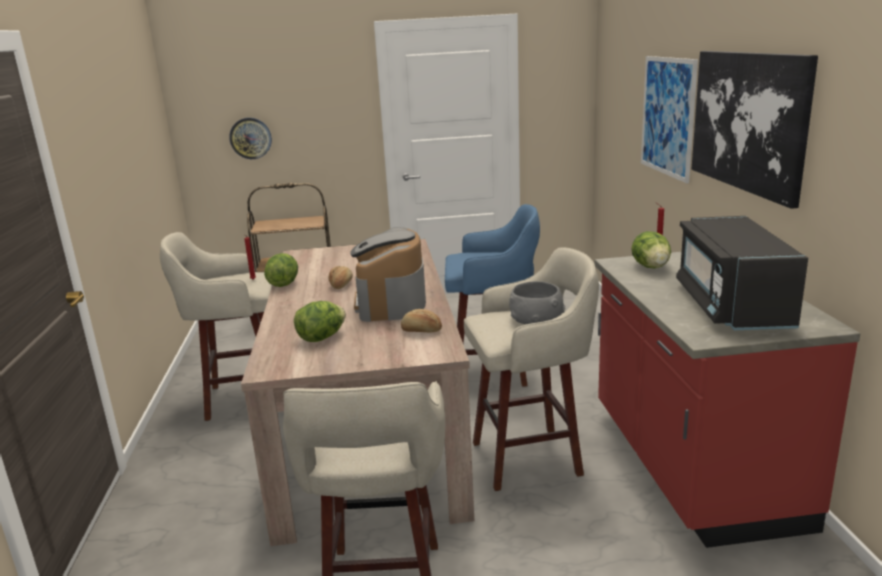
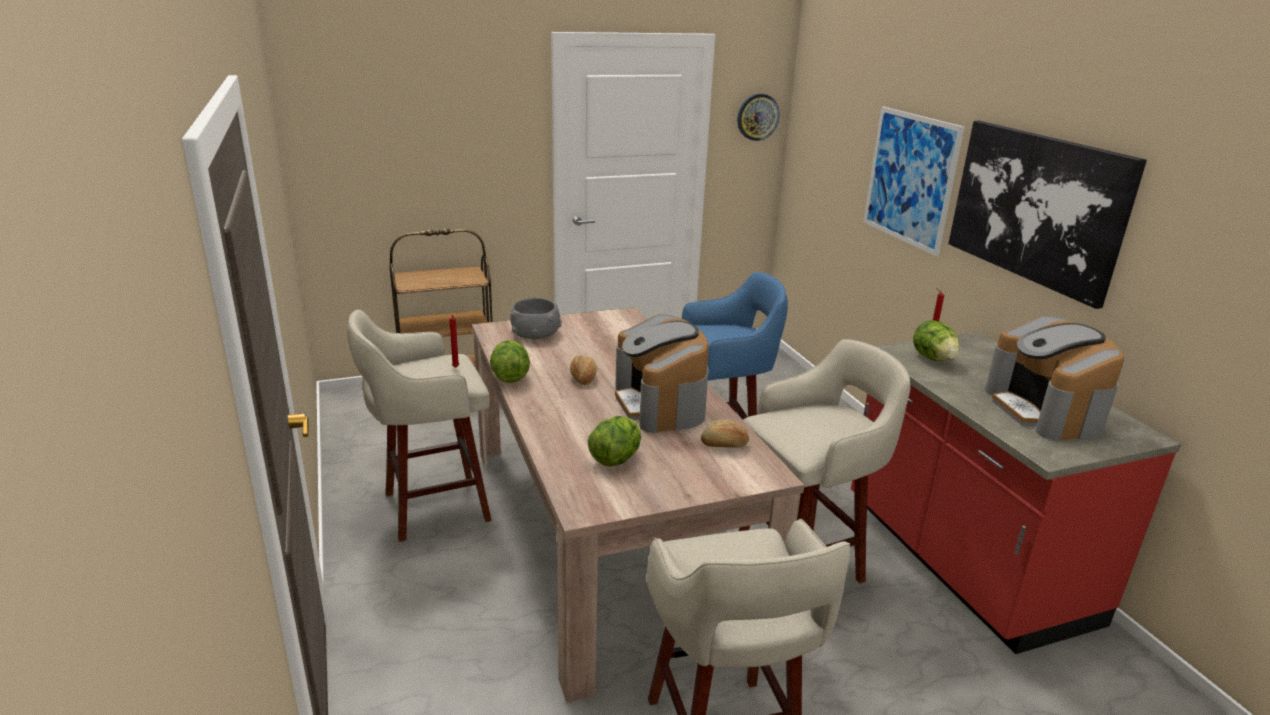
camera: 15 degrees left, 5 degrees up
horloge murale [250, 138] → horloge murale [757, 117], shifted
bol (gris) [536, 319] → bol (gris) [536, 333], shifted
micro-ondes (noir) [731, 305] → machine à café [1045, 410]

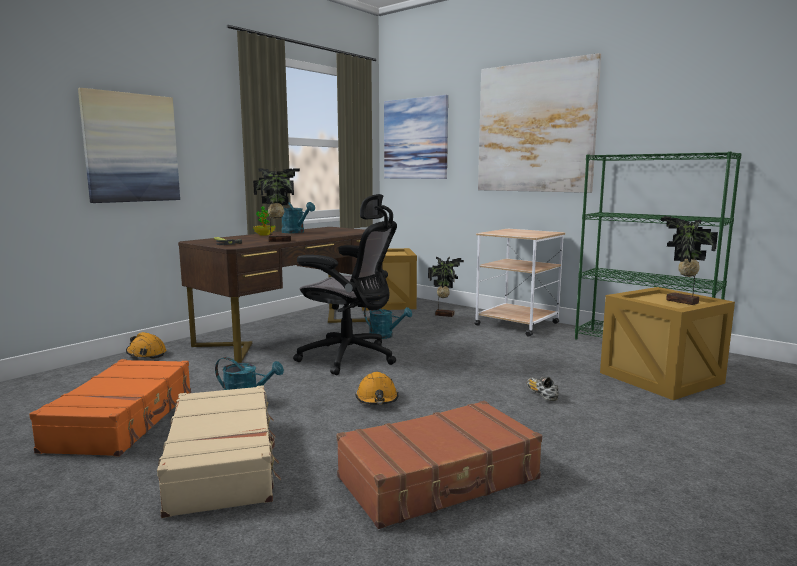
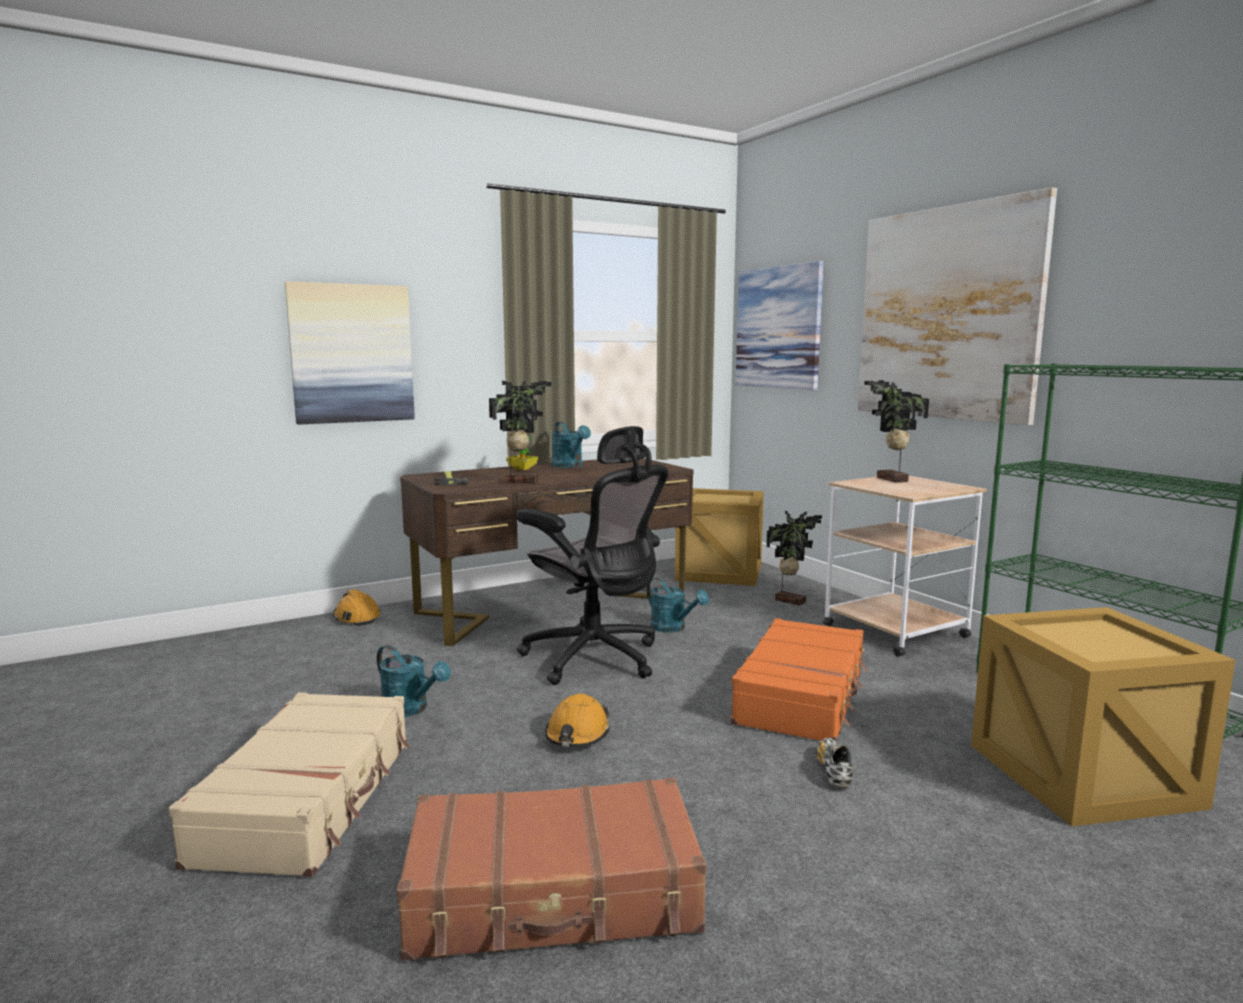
camera: 20 degrees right, 0 degrees up
valise (orange) [124, 420] → valise (orange) [802, 696], shifted
plante en pot [682, 302] → plante en pot [890, 480], shifted

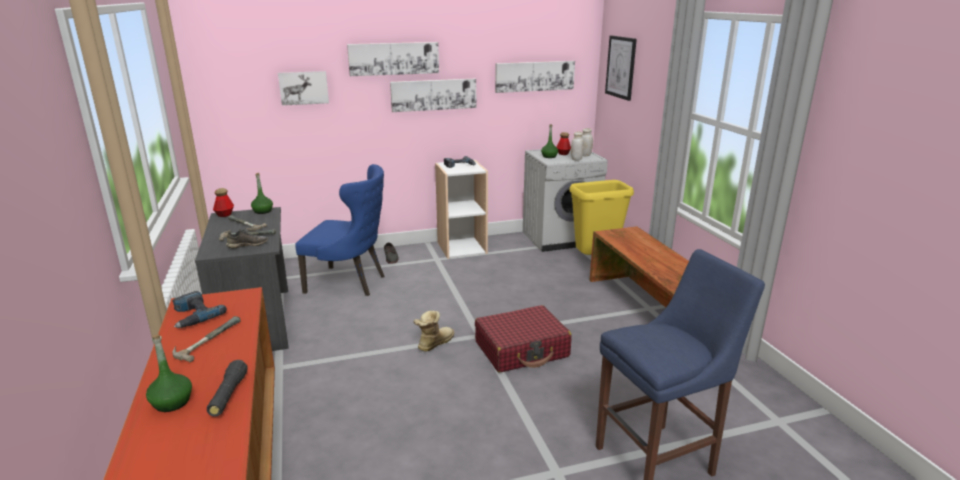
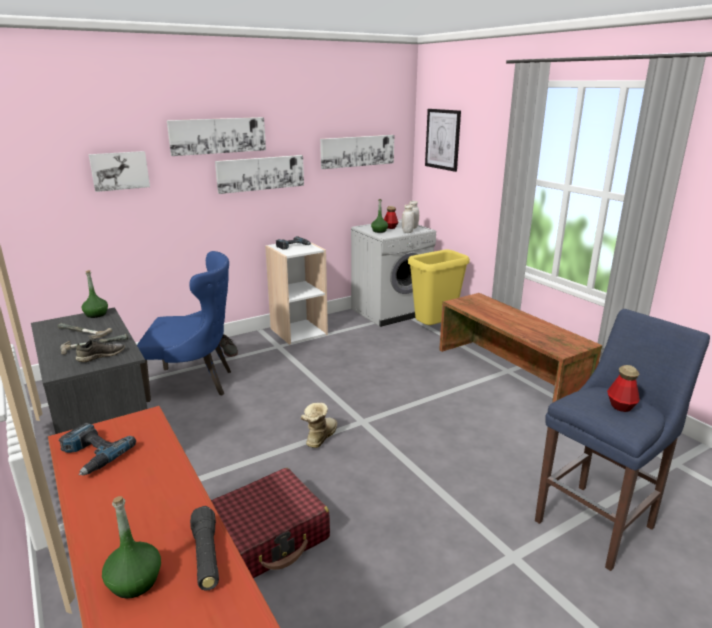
camera: 15 degrees left, 0 degrees up
marteau [206, 339] → -
bouteille [224, 214] → bouteille [620, 406], shifted
valise (rouge) [522, 349] → valise (rouge) [265, 538], shifted

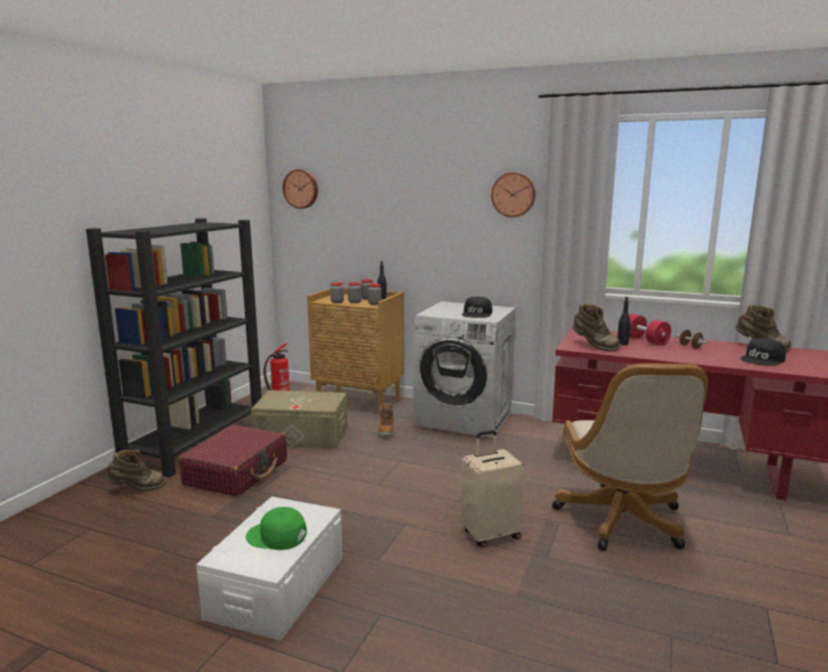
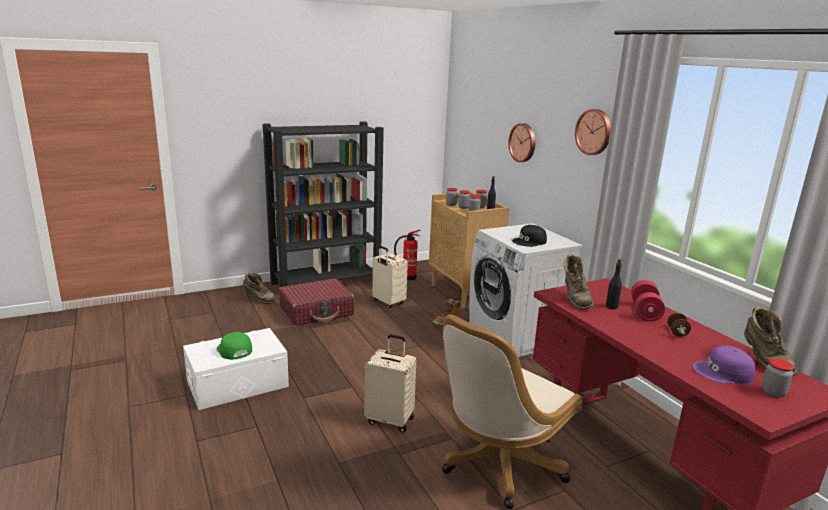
camera: 40 degrees right, 5 degrees up
boîte de rangement (beige) [301, 435] → valise (beige) [387, 303]
horloge murale [301, 189] → horloge murale [523, 142], shifted
casquette (noir) [763, 359] → casquette (violet) [723, 372]
- → bocal [773, 392]

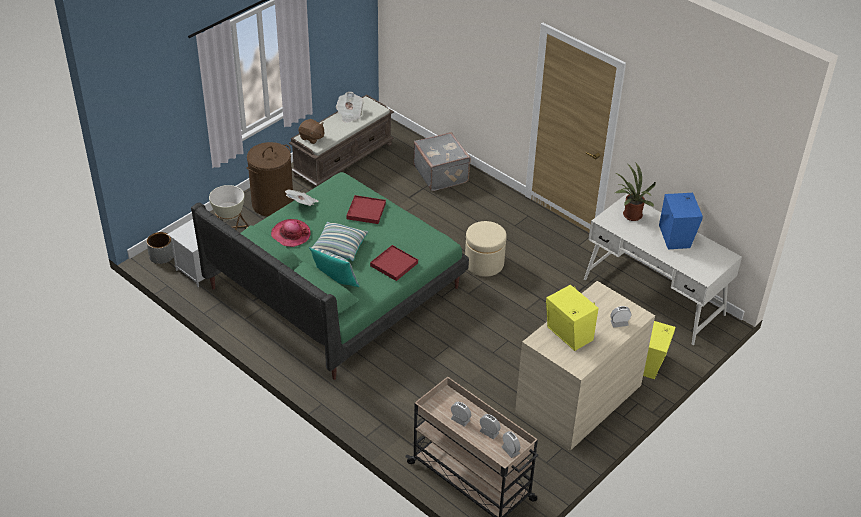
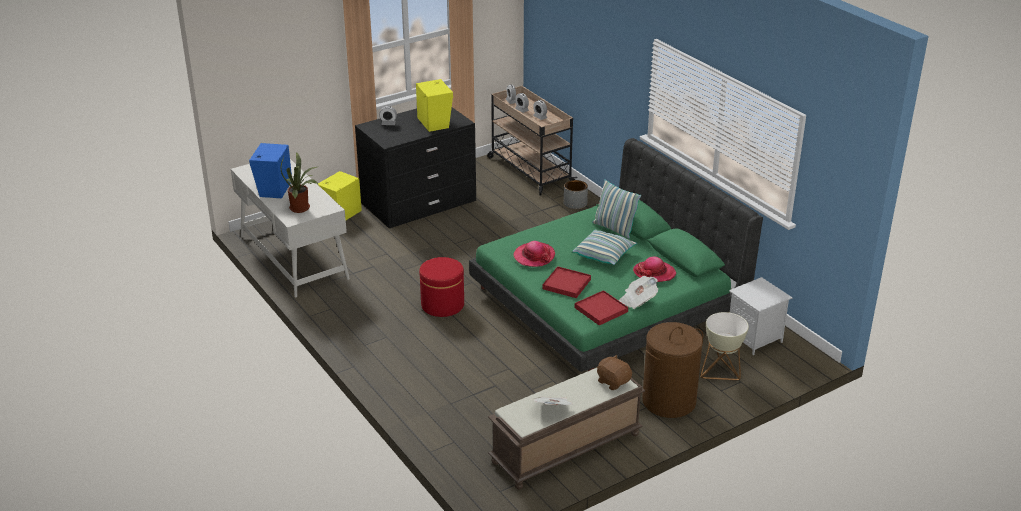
camera: 165 degrees left, 10 degrees down
cache-pot (gris) [161, 256] → cache-pot (gris) [575, 204], shifted
plateau (rouge) [394, 264] → plateau (rouge) [601, 310], shifted
valise (gris) [441, 174] → -
pouf (beige) [484, 263] → pouf (rouge) [442, 305]
commode (beige) [578, 398] → commode (noir) [418, 201]
- → chapeau [534, 256]

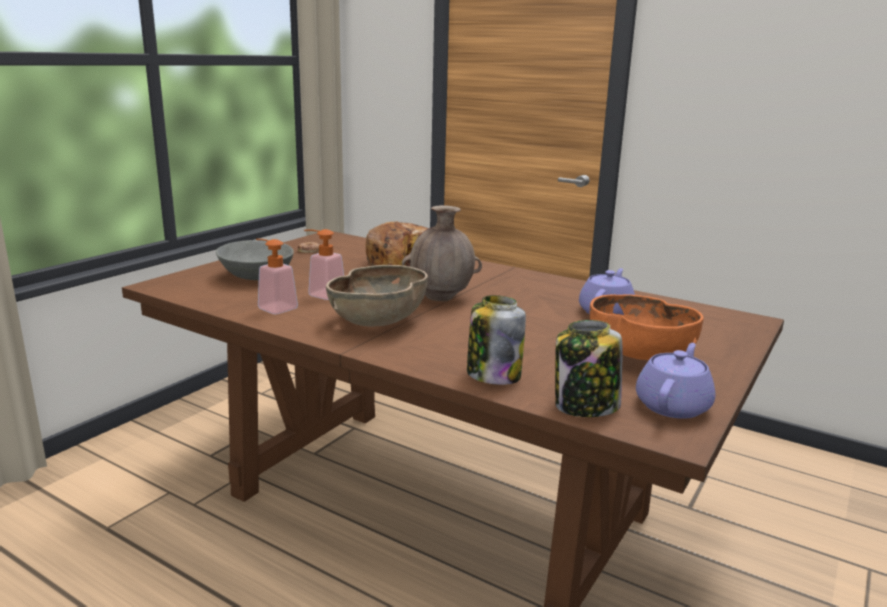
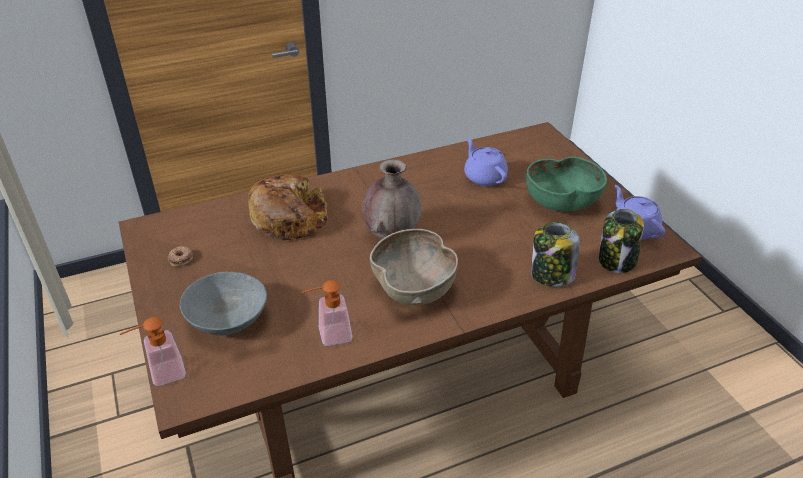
camera: 55 degrees left, 20 degrees up
distributeur de savon [322, 294] → distributeur de savon [161, 374], shifted
bol (orange) [638, 355] → bol (vert) [561, 203]

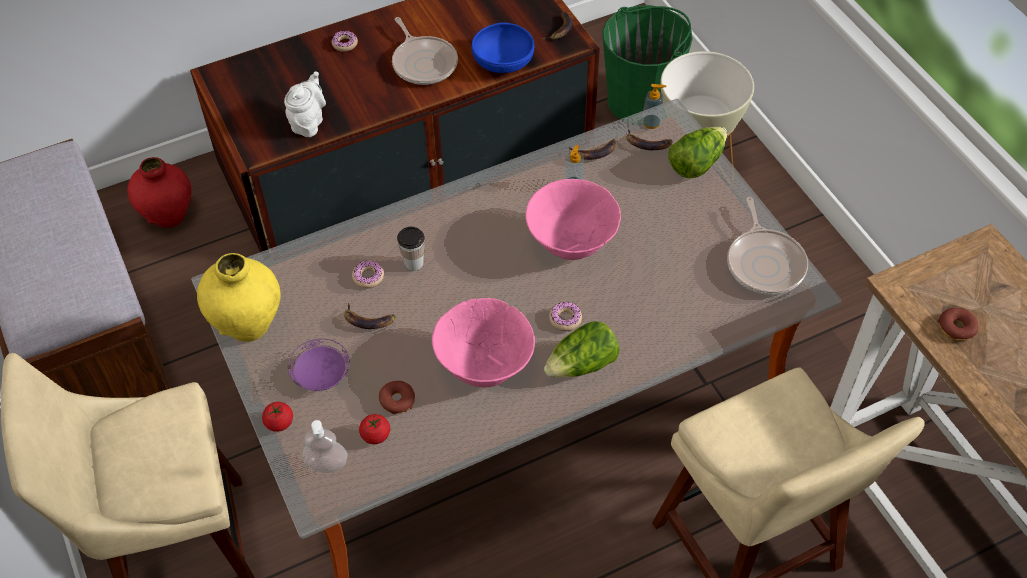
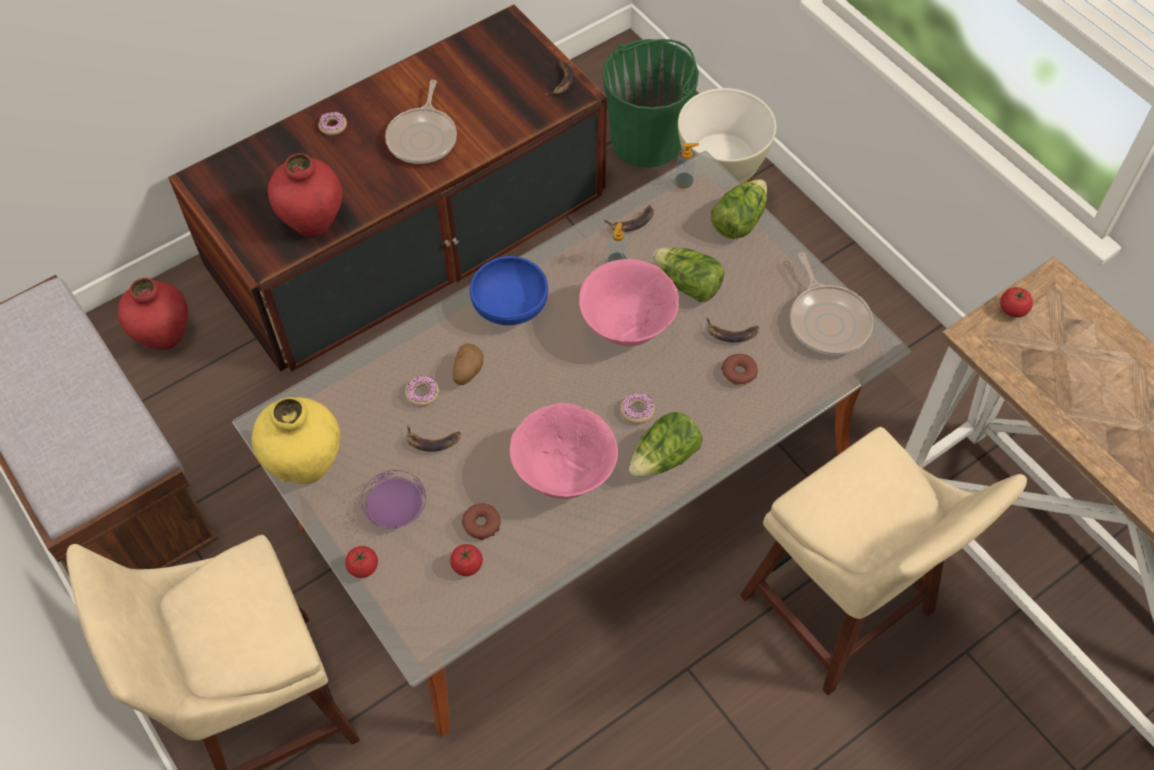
camera: 10 degrees left, 5 degrees up
théière (blanc) [309, 122] → vase (rouge) [313, 222]
distributeur de savon [327, 464] → -
poêle [424, 63] → poêle [423, 137], 45 degrees clockwise
tasse [414, 263] → pomme de terre [467, 371]
bol (bleu) [503, 62] → bol (bleu) [510, 305], shifted
banane [647, 143] → banane [731, 333], shifted
beignet [956, 328] → beignet [739, 373], shifted
- → laitue [688, 284]
- → tomate [1012, 309]

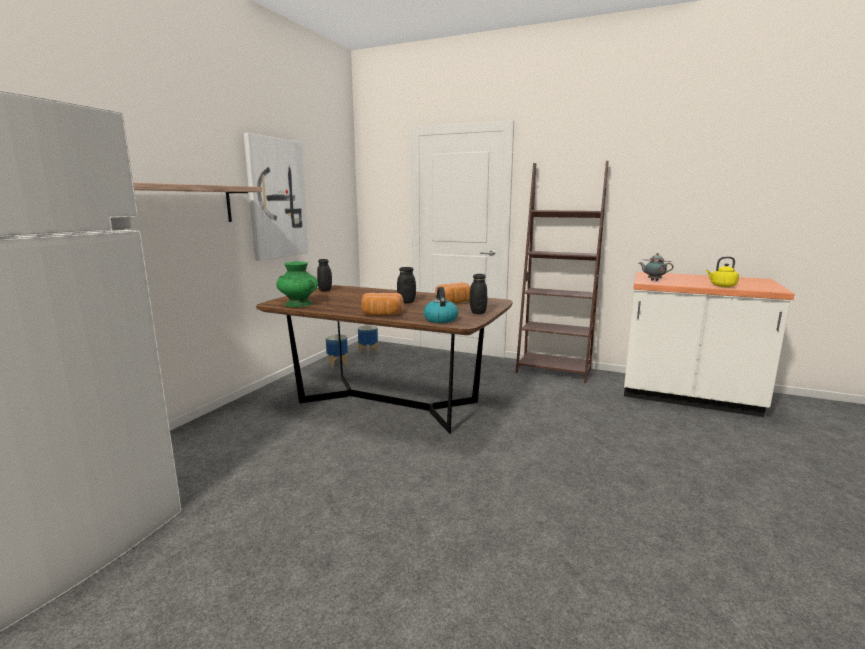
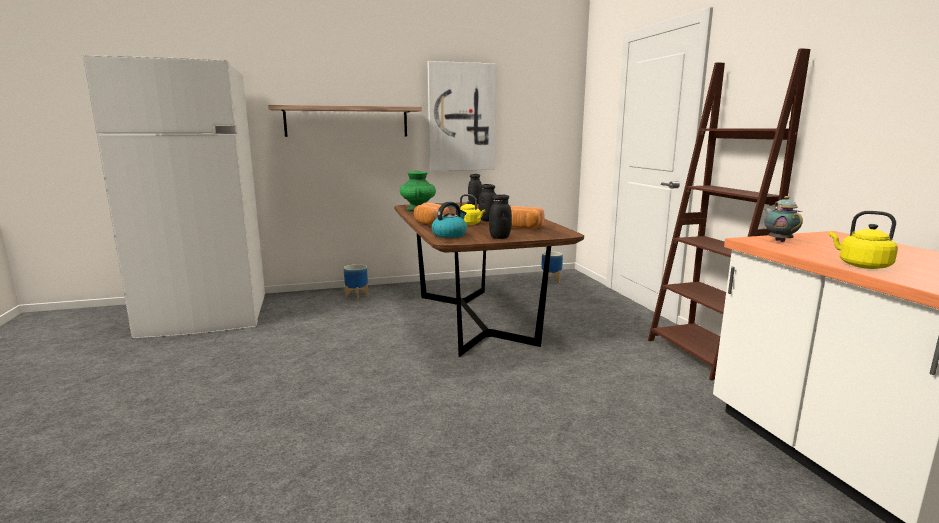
camera: 50 degrees right, 0 degrees up
cache-pot [337, 364] → cache-pot [357, 296], shifted
- → bouilloire (jaune) [470, 224]

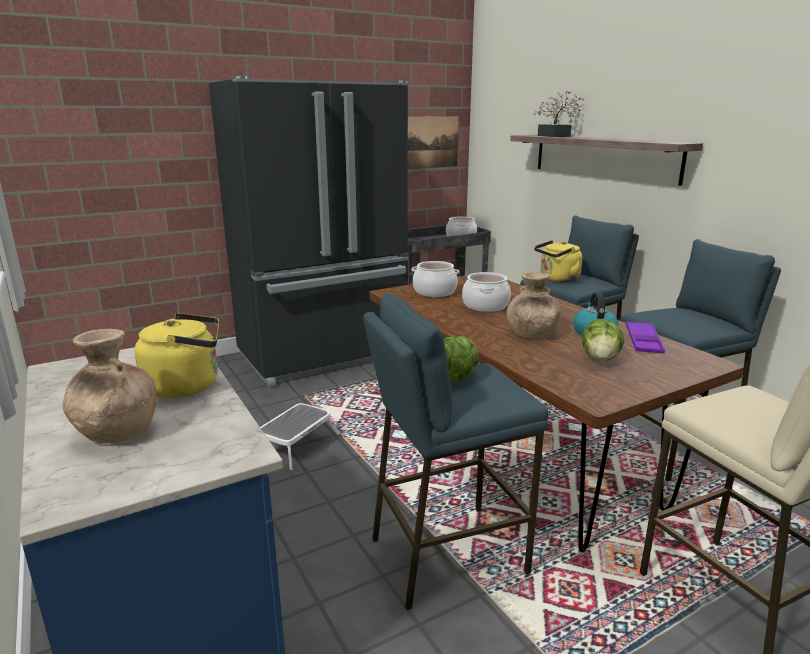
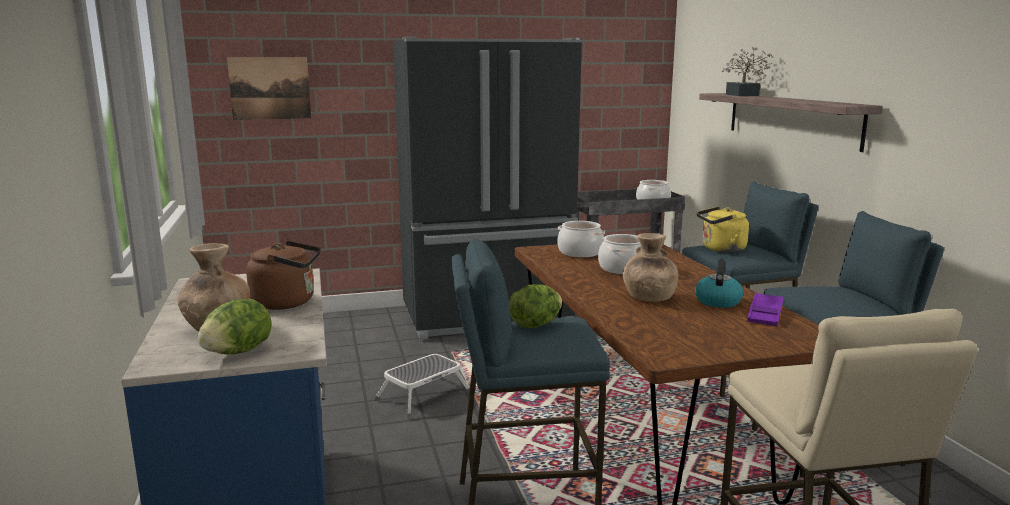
camera: 15 degrees right, 5 degrees down
bouilloire (jaune) [187, 385] → bouilloire (marron) [288, 302]
tableau [432, 142] → tableau [270, 88], shifted
laitue [600, 359] → laitue [238, 352], shifted

